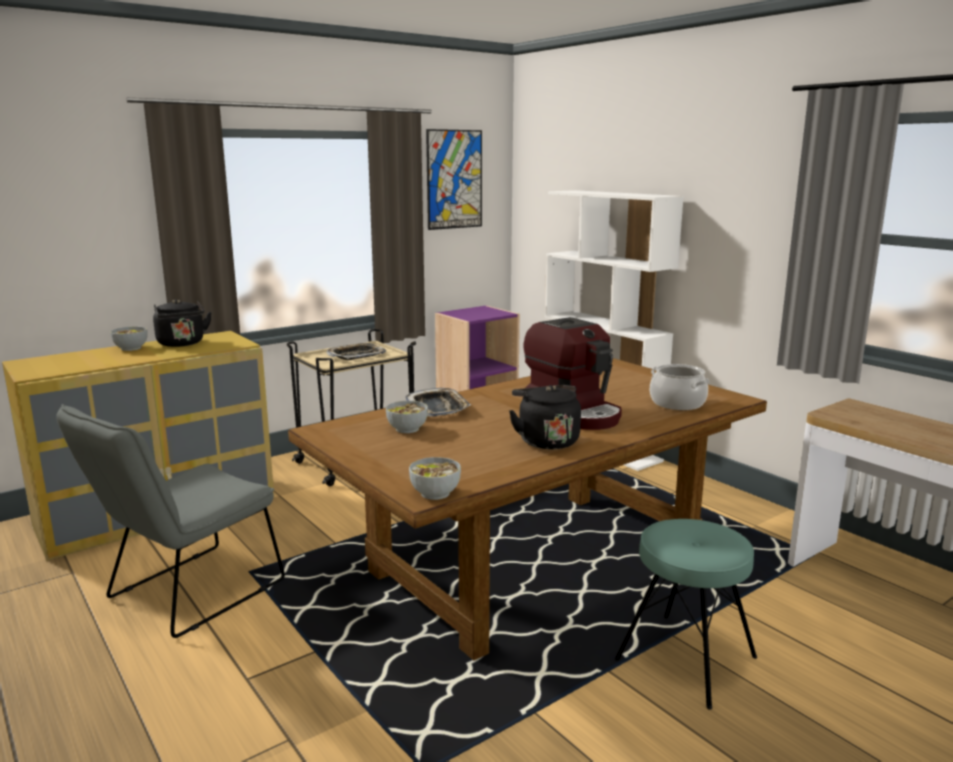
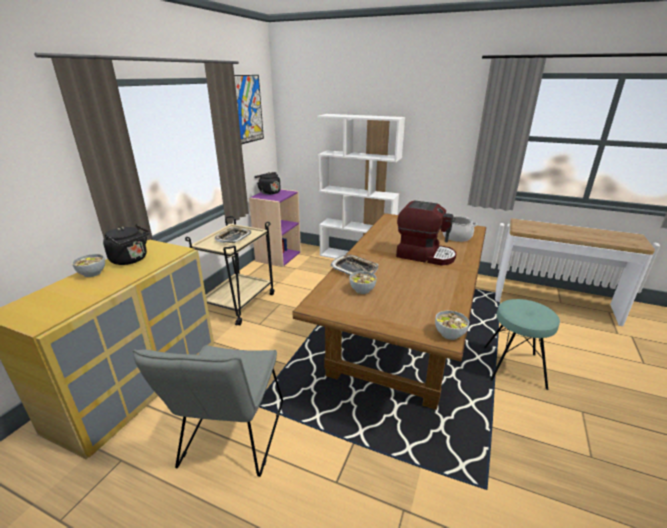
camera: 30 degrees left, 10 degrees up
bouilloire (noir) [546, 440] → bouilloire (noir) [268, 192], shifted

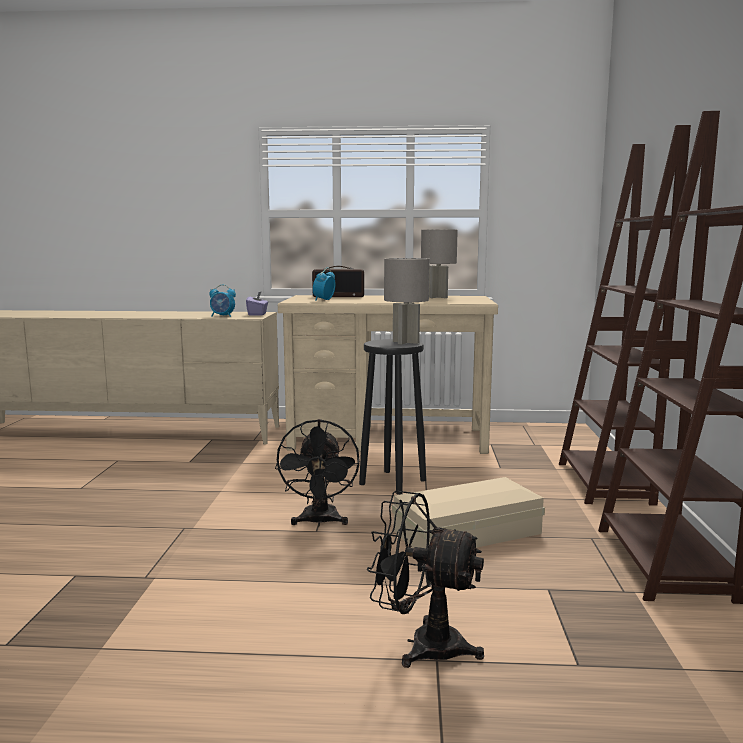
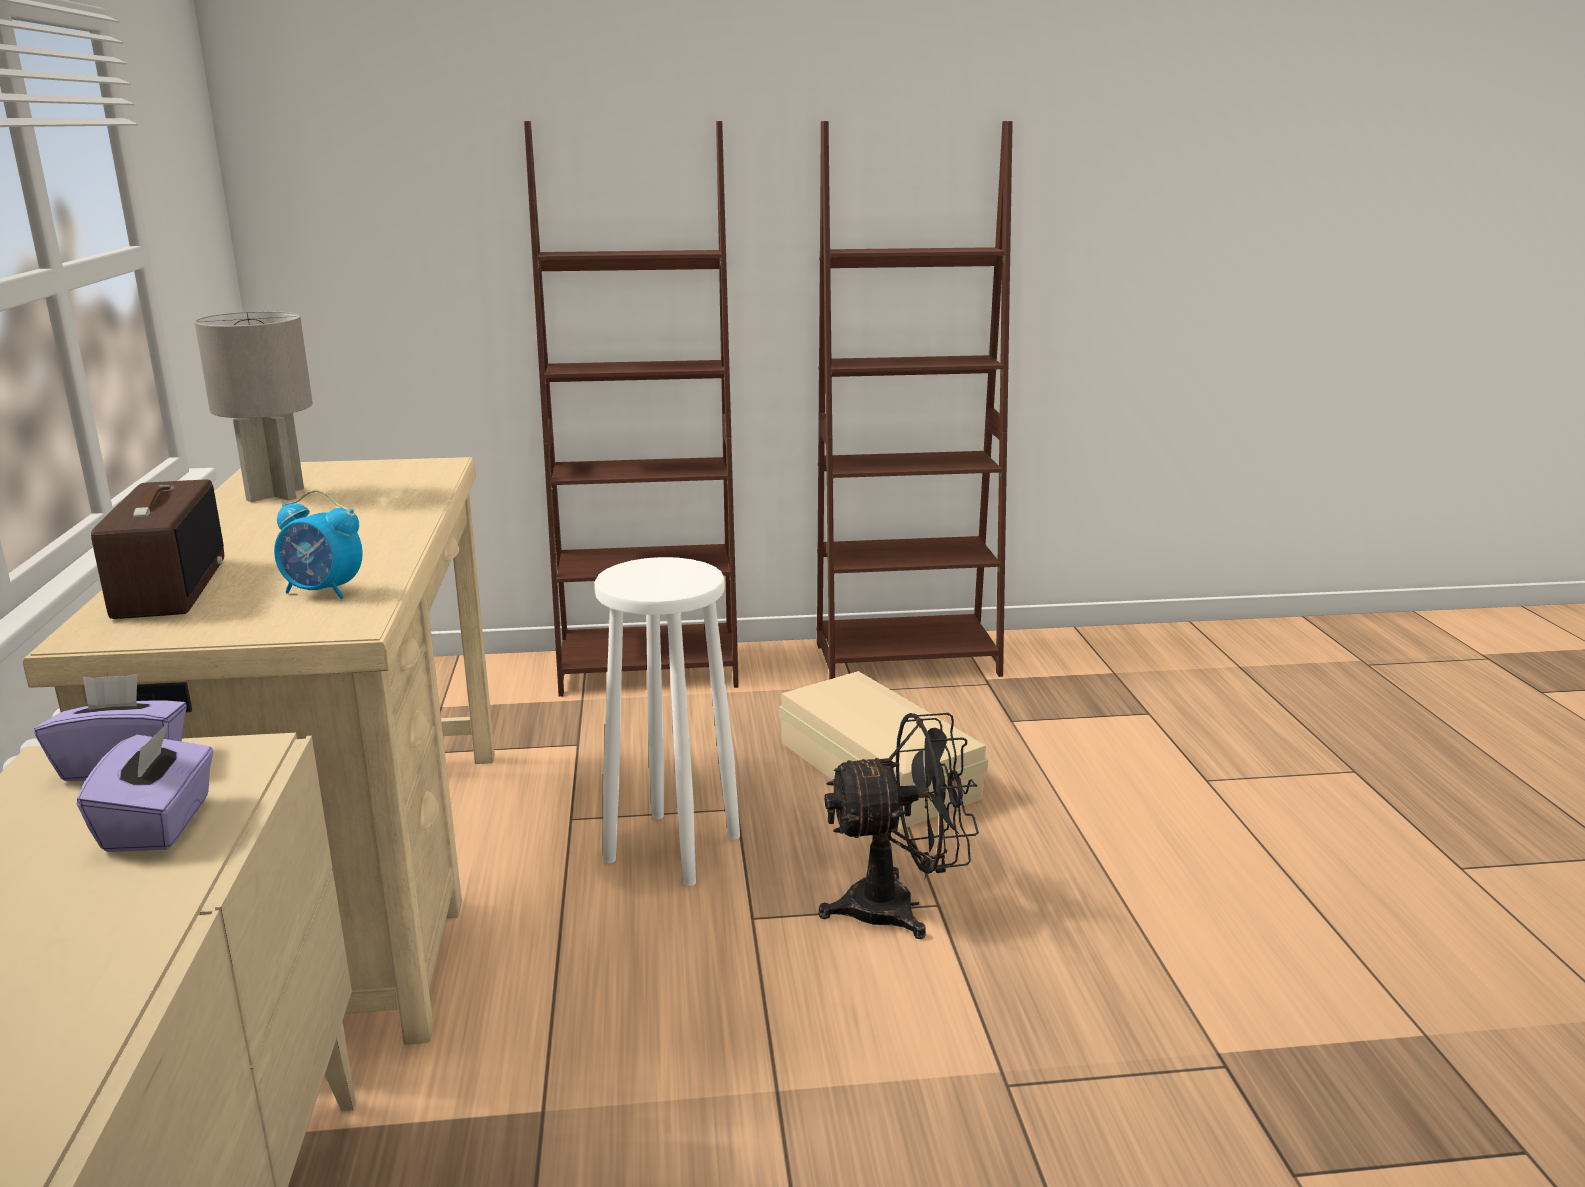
camera: 100 degrees left, 10 degrees up
réveil [222, 316] → boîte à mouchoirs (violet) [160, 824]
tabouret (noir) [392, 482] → tabouret (blanc) [671, 849]
ventilateur (noir) [422, 645] → -
lampe de table (gris) [406, 342] → -

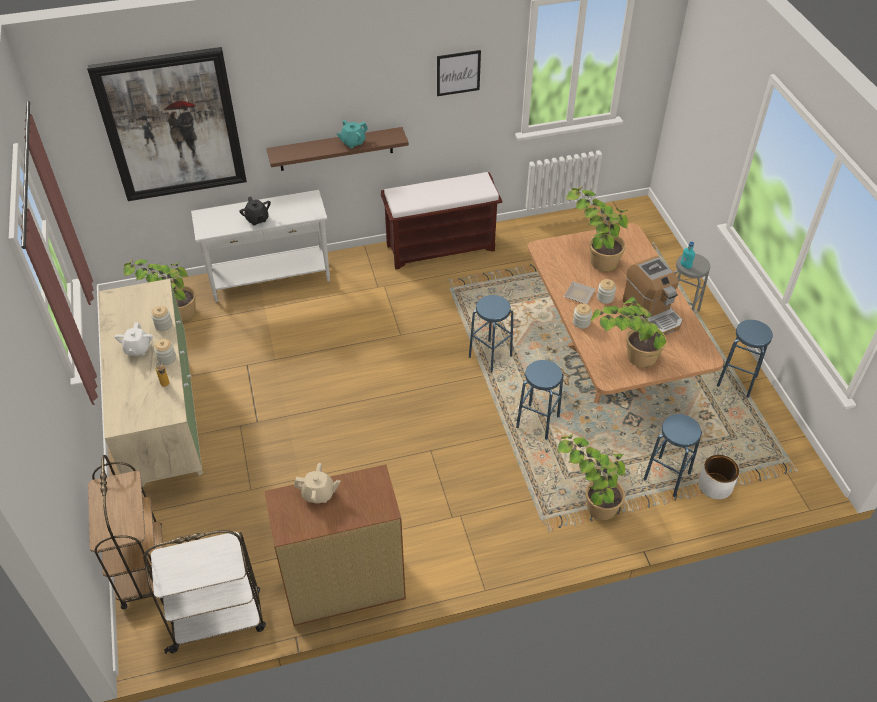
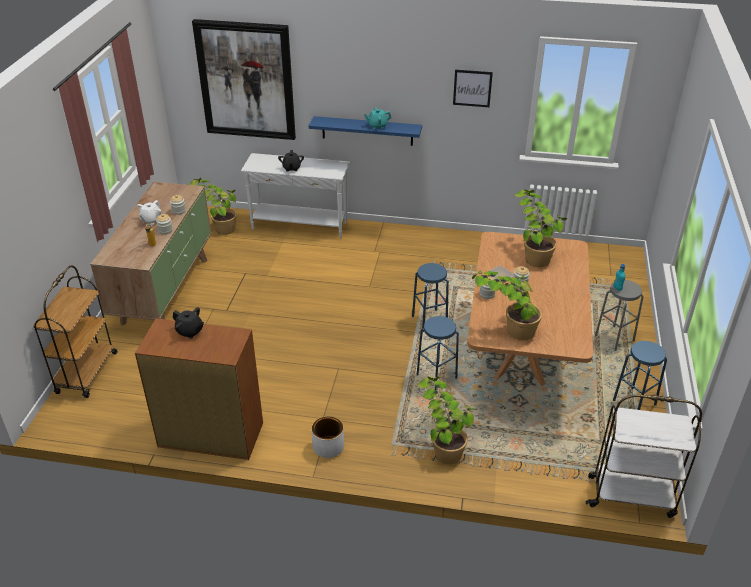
camera: 25 degrees right, 10 degrees down
commode (beige) [163, 422] → commode (vert) [164, 290]
chariot (blanc) [218, 621] → chariot (blanc) [632, 497], shifted
étagère (marron) [336, 149] → étagère (bleu) [367, 131]
théière (beige) [318, 494] → théière (noir) [190, 332]
banc (marron) [441, 247] → -
machine à café [651, 313] → -
tabouret (bleu) [666, 477] → -
cache-pot (blanc) [715, 486] → cache-pot (blanc) [328, 447], shifted

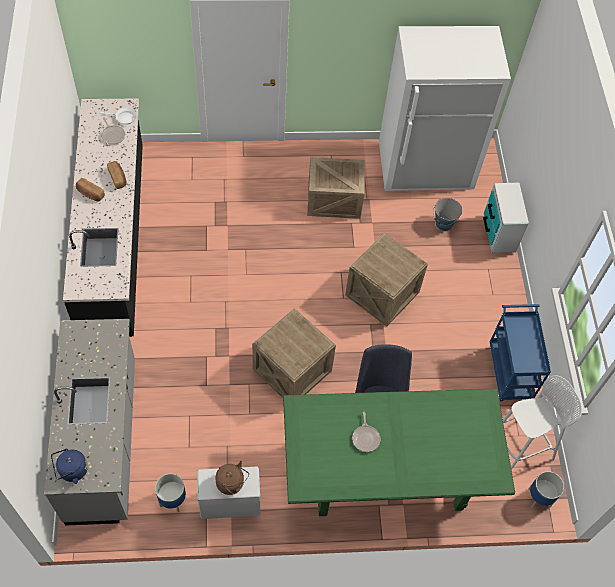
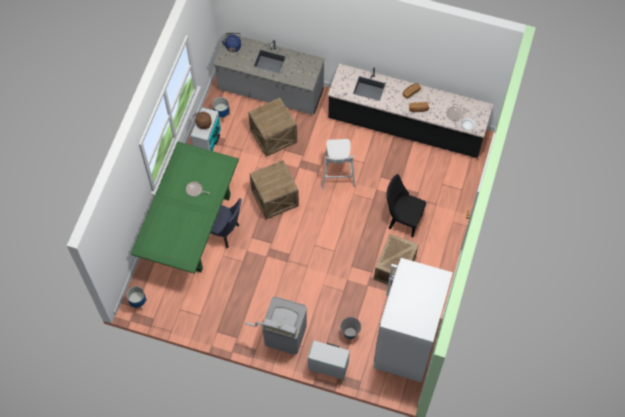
camera: 115 degrees right, 5 degrees up
caisse [383, 294] → caisse [273, 136], shifted
chariot (bleu) [508, 372] → -
tabouret (blanc) [521, 444] → tabouret (blanc) [337, 176], shifted
- → lave-linge (gris) [284, 335]
- → chaise (noir) [402, 220]

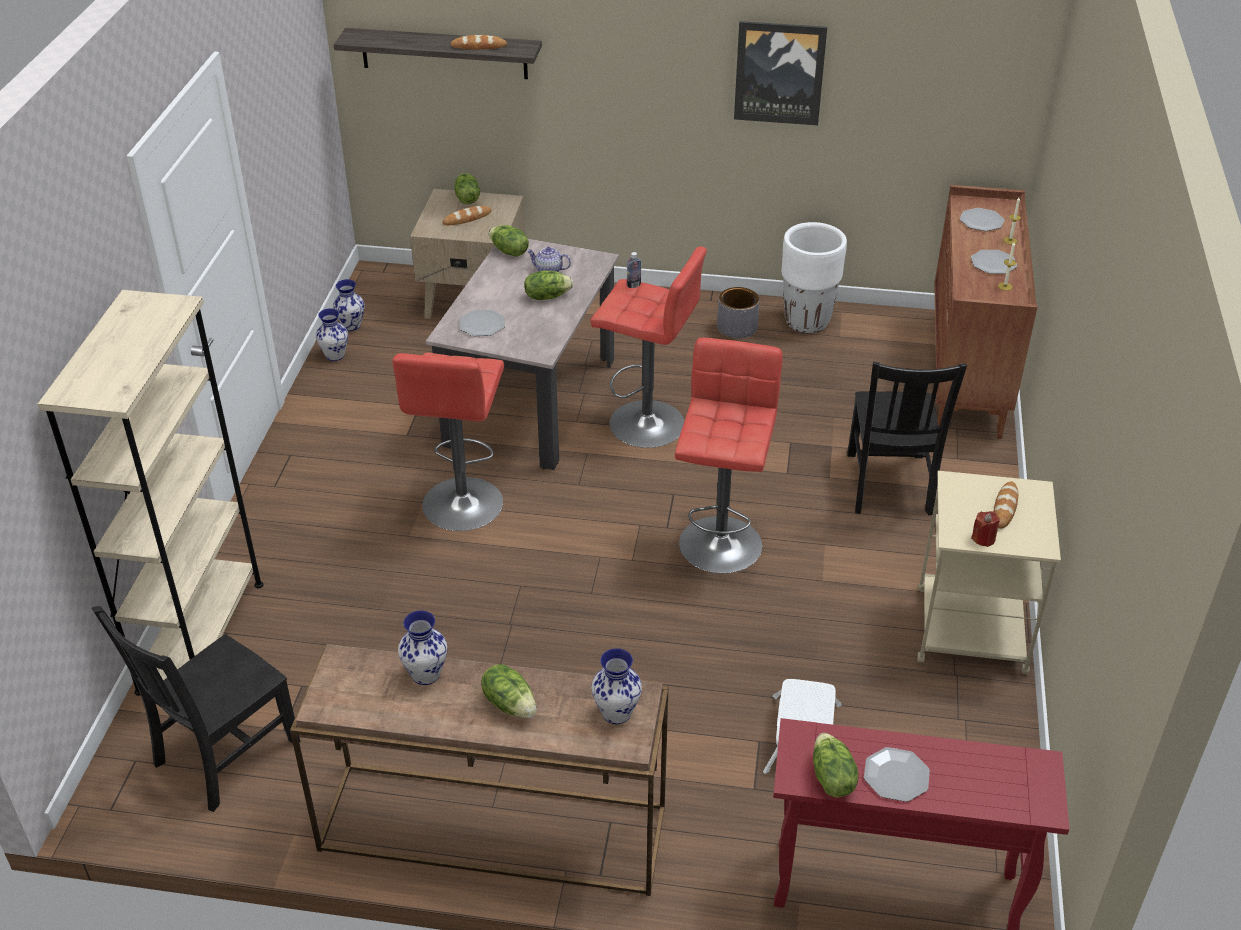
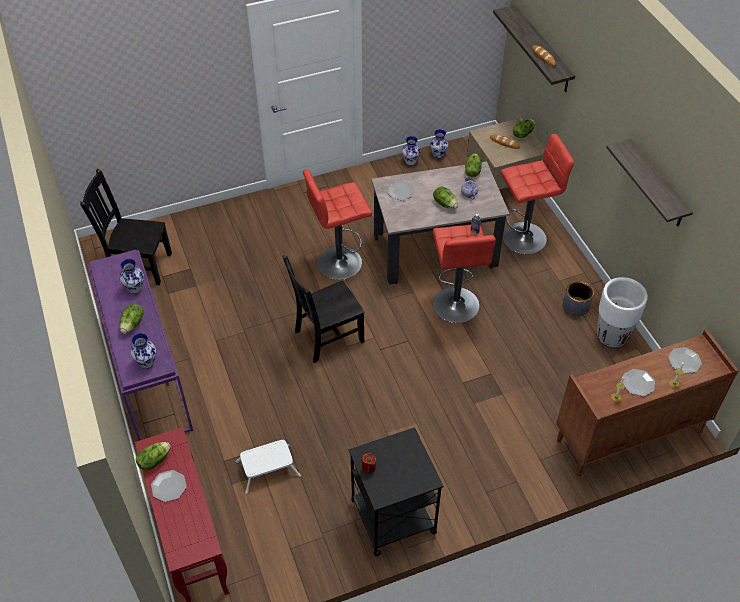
camera: 60 degrees right, 10 degrees up
bibliothèque (beige) [201, 636] → -
table console (marron) [490, 830] → table console (violet) [146, 373]
tabouret (rouge) [721, 544] → tabouret (rouge) [525, 238], shifted
tableau [779, 72] → étagère [657, 185]
chaise (noir) [889, 486] → chaise (noir) [326, 337], shifted
chariot (beige) [971, 632] → chariot (noir) [392, 517]
pain [1005, 507] → -

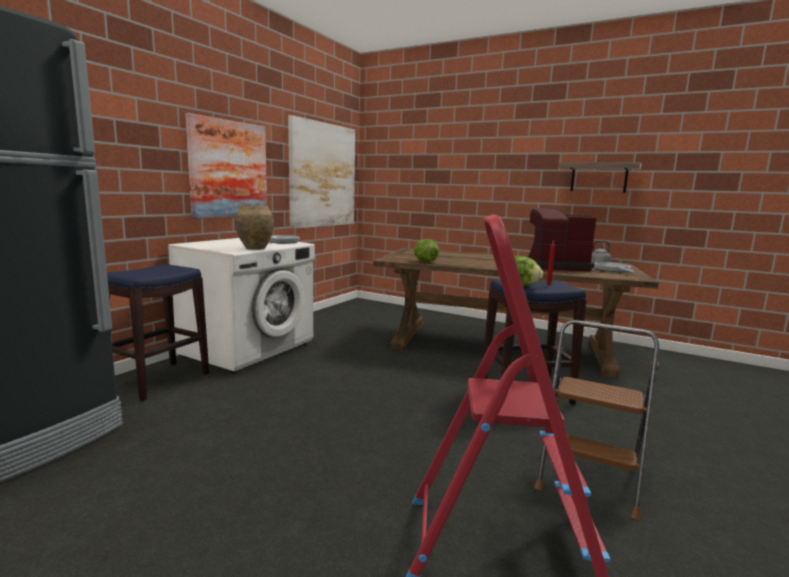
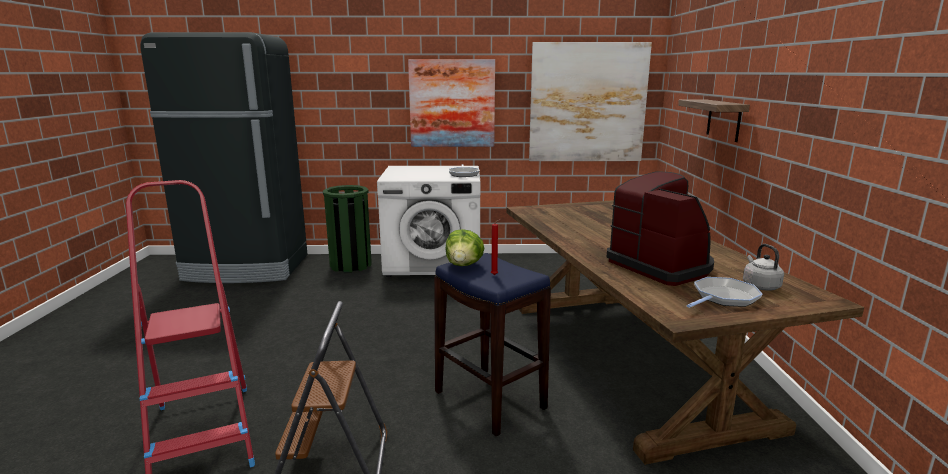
camera: 60 degrees right, 5 degrees up
tabouret [159, 381] → poubelle (vert) [351, 265]
vase (marron) [255, 248] → -
laitue [425, 261] → -
étagère [599, 177] → étagère [723, 120], shifted

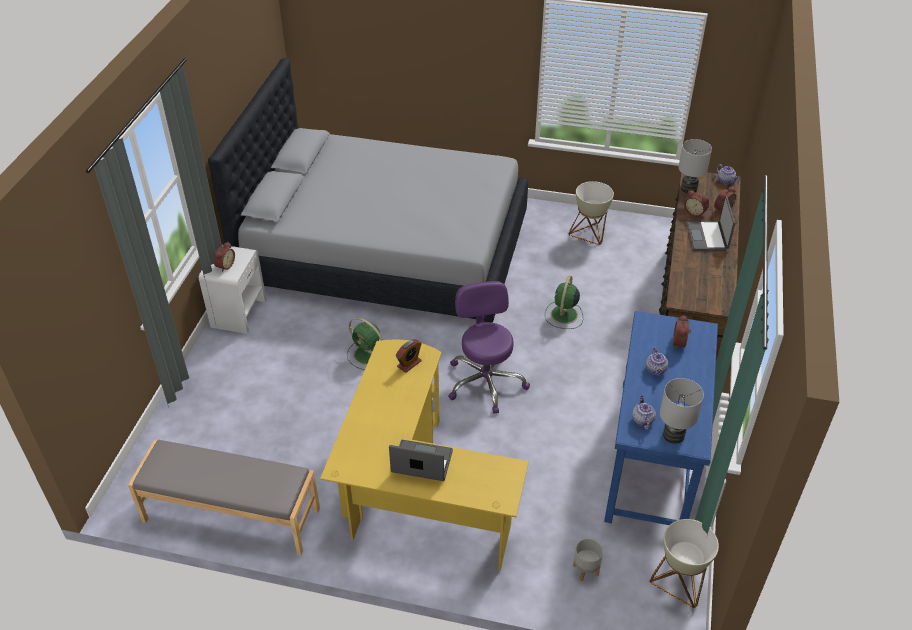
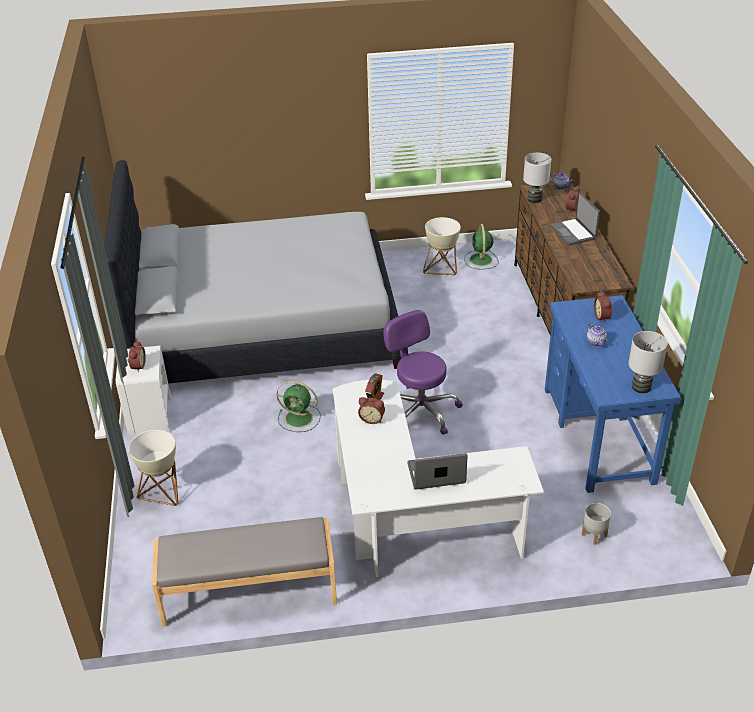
camera: 20 degrees left, 5 degrees down
bureau (jaune) [413, 494] → bureau (blanc) [410, 521]
ventilateur (vert) [563, 315] → ventilateur (vert) [481, 260], shifted
théière [642, 420] → -
cache-pot [679, 583] → cache-pot [162, 492], shifted
réveil [695, 212] → réveil [372, 419], shifted

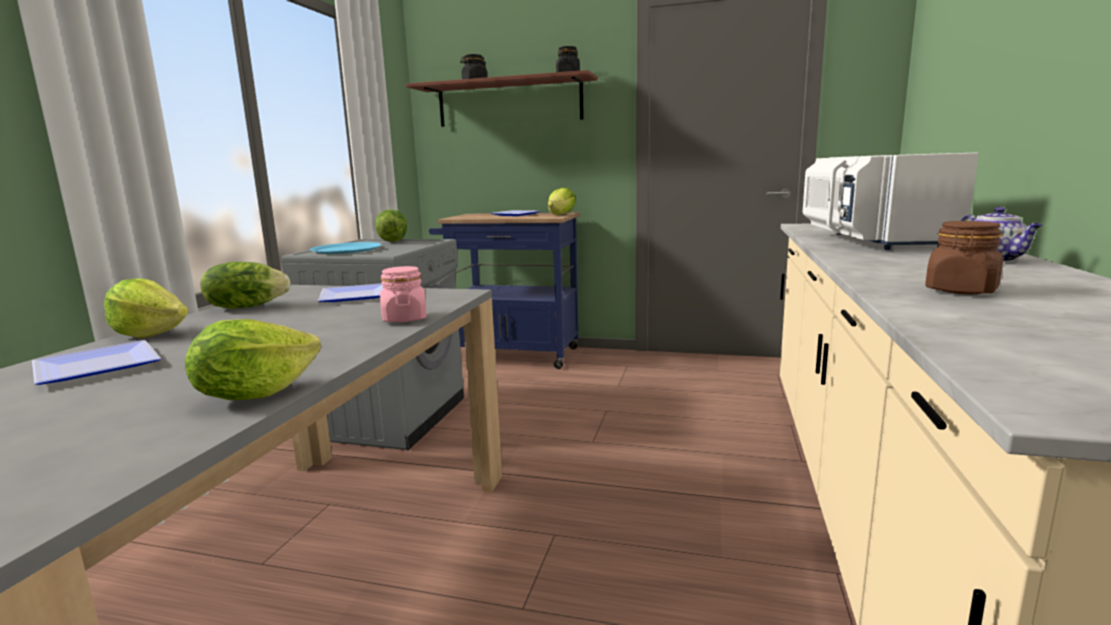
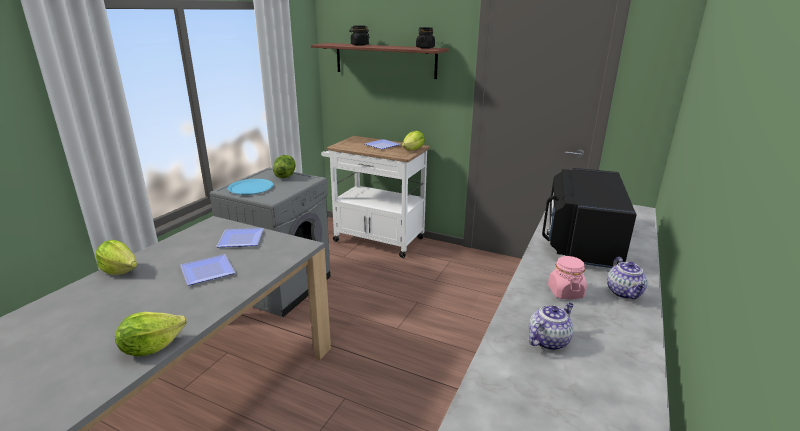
camera: 10 degrees right, 10 degrees up
assiette [94, 368] → assiette [206, 273], shifted
laitue [247, 307] → -
bocal (rose) [404, 319] → bocal (rose) [565, 292], shifted
chariot (bleu) [512, 355] → chariot (blanc) [376, 239]
micro-ondes (blanc) [870, 240] → micro-ondes (noir) [580, 241]
bocal (marron) [961, 290] → théière [548, 340]

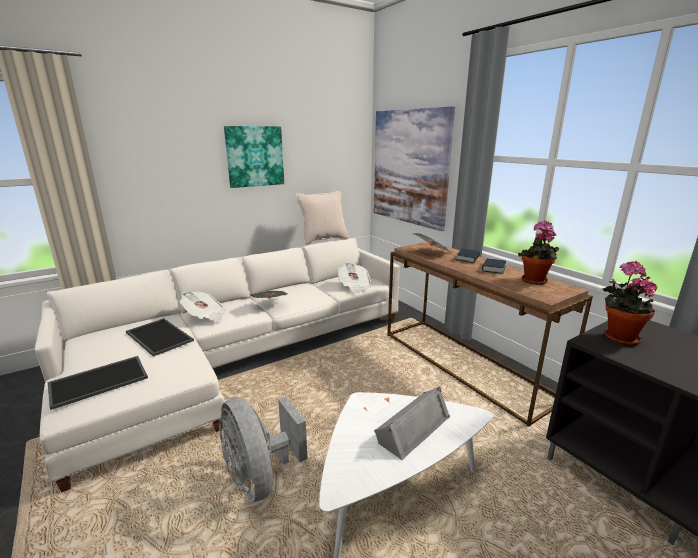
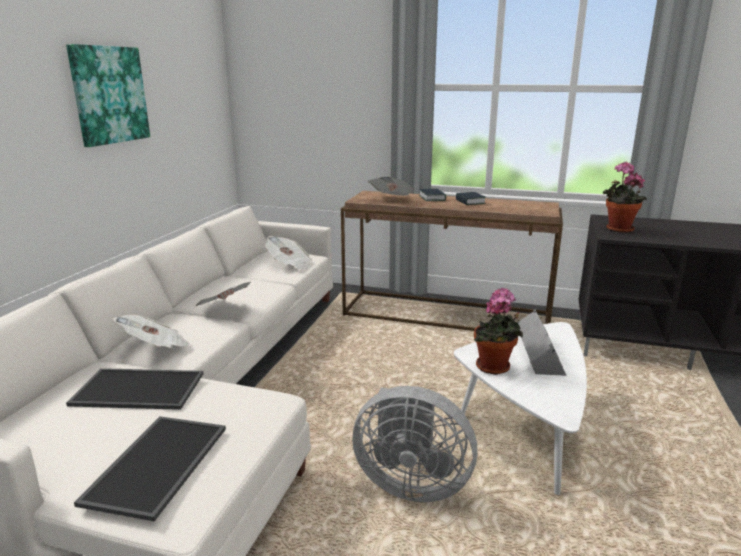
camera: 40 degrees left, 0 degrees up
coussin (beige) [323, 240] → -
tableau [409, 167] → -
plante en pot [534, 281] → plante en pot [494, 368], shifted

